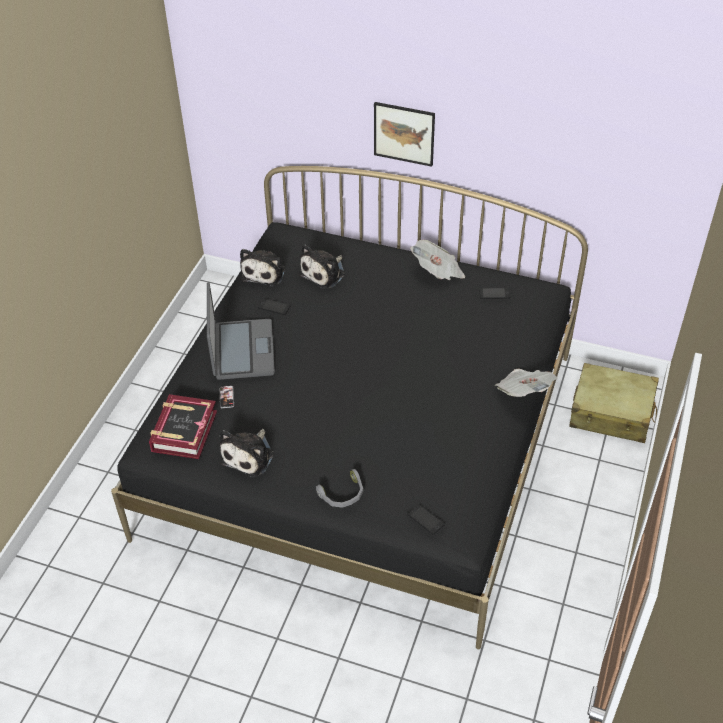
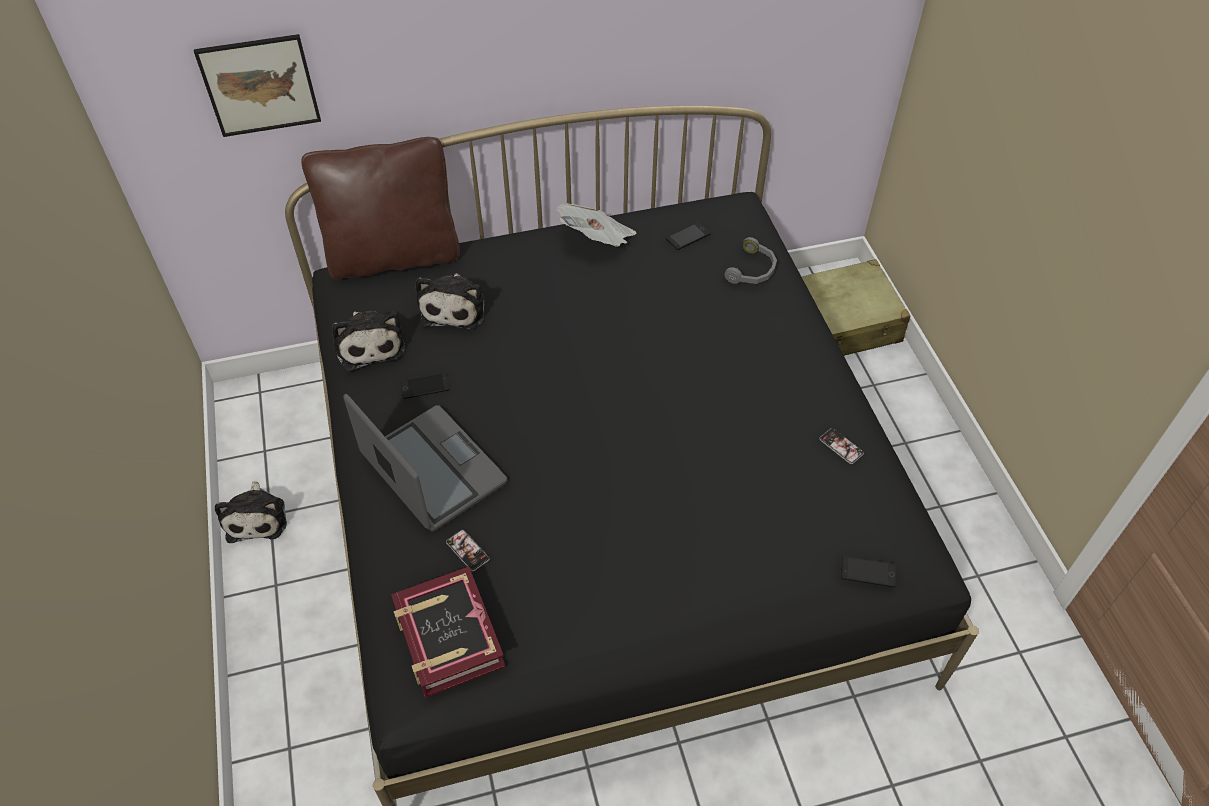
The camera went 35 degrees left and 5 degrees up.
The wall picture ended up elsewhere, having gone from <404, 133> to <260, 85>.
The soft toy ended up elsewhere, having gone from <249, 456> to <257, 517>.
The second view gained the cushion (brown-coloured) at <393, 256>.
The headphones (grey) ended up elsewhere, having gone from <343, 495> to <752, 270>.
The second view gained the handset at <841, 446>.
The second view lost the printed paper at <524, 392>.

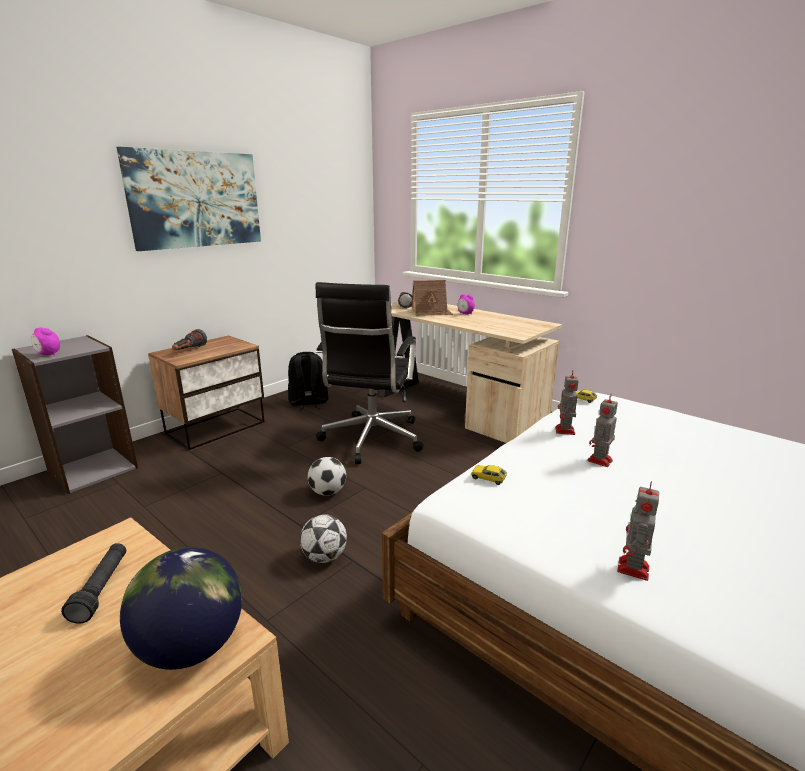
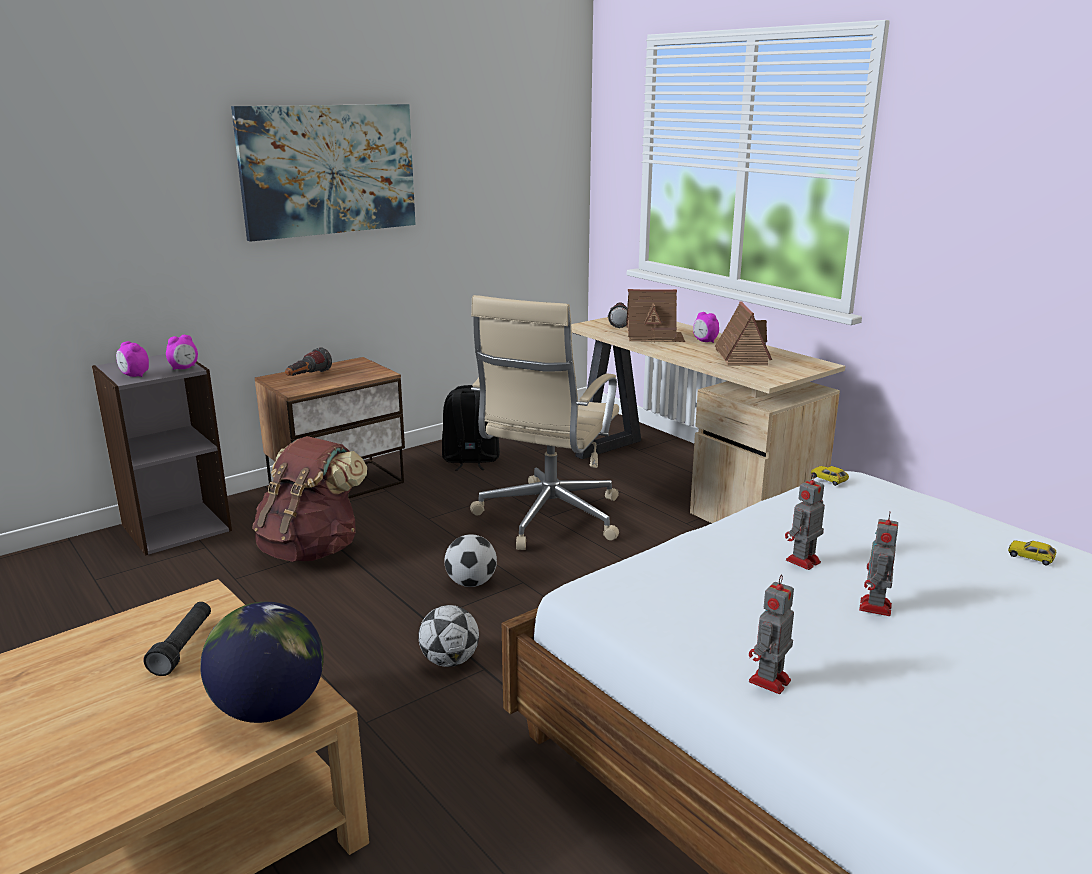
The camera went 10 degrees right and 0 degrees up.
The second view gained the alarm clock at <184, 368>.
The second view gained the backpack (brown-coloured) at <312, 549>.
What was the desk chair (black) at <371, 440> turned into the desk chair (beige) at <547, 519>.
The second view gained the miniature house at <741, 357>.
The robot figure ended up elsewhere, having gone from <565, 431> to <875, 608>.
The model car ended up elsewhere, having gone from <488, 478> to <1030, 557>.

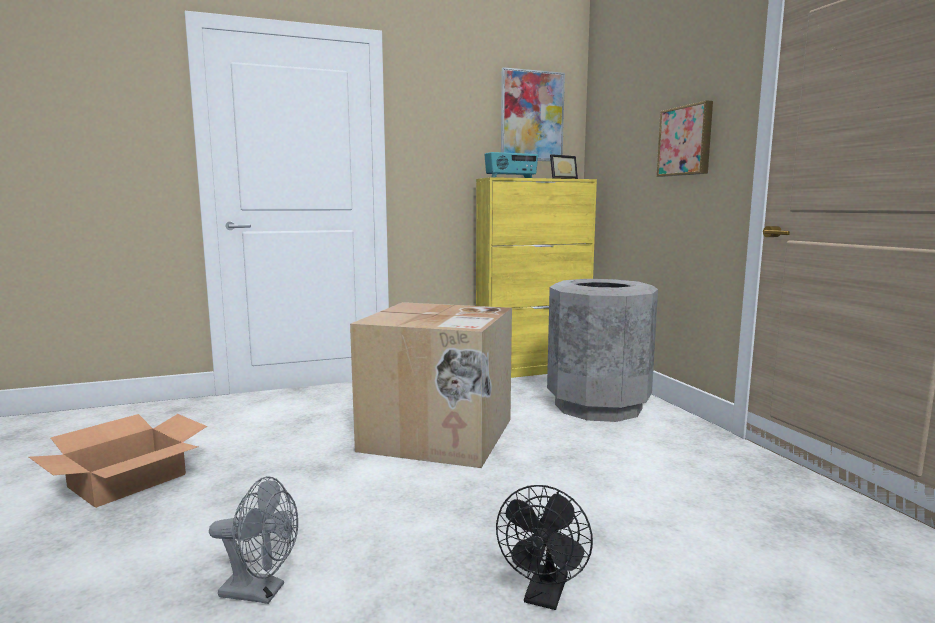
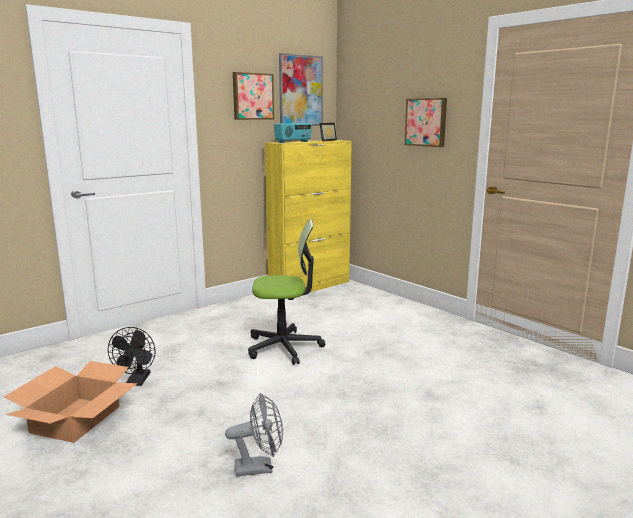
The camera went 20 degrees left and 5 degrees up.
The electric fan (black) ended up elsewhere, having gone from <545, 596> to <137, 382>.
The second view gained the wall picture at <252, 96>.
Where the packing box stood at <439, 435>, the desk chair came to stand at <284, 347>.
The second view lost the waste bin (grey) at <597, 406>.

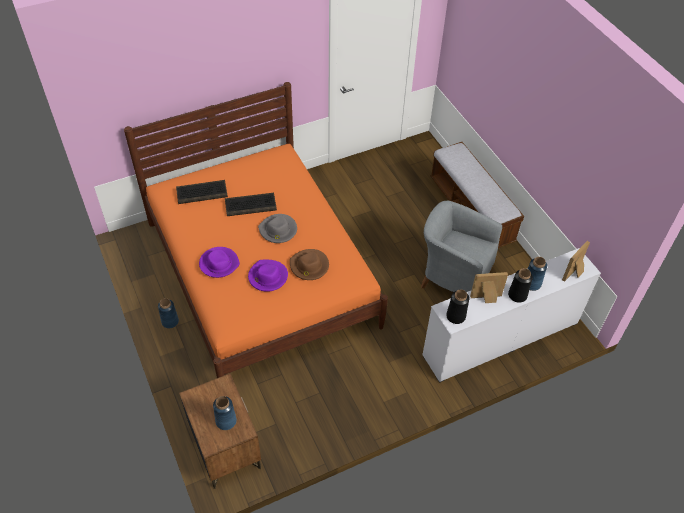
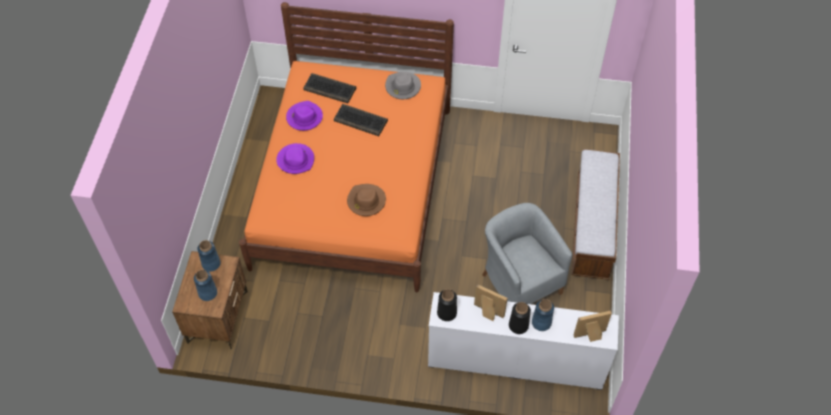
The camera went 35 degrees right and 5 degrees up.
The decorative vase (blue-coloured) ended up elsewhere, having gone from <170, 321> to <211, 264>.
The clothing hat (purplish) ended up elsewhere, having gone from <267, 277> to <304, 117>.
The clothing hat (grey) ended up elsewhere, having gone from <278, 230> to <402, 87>.

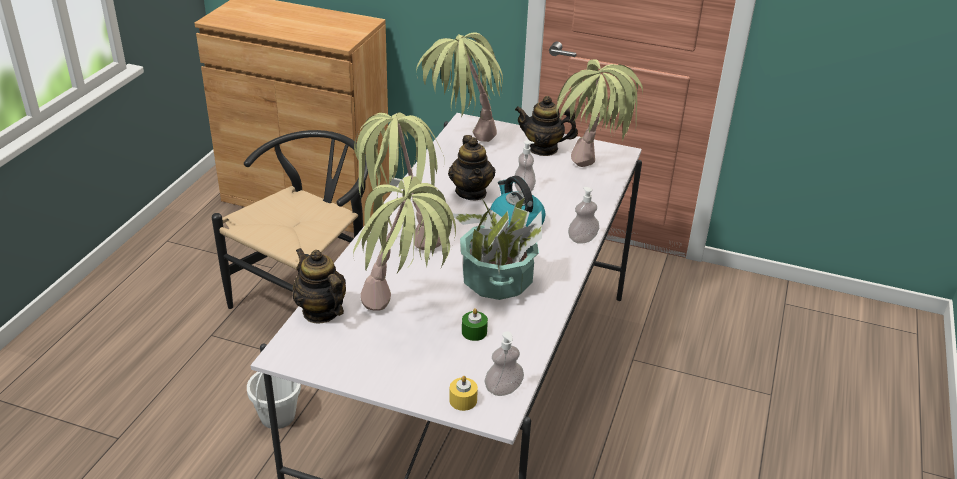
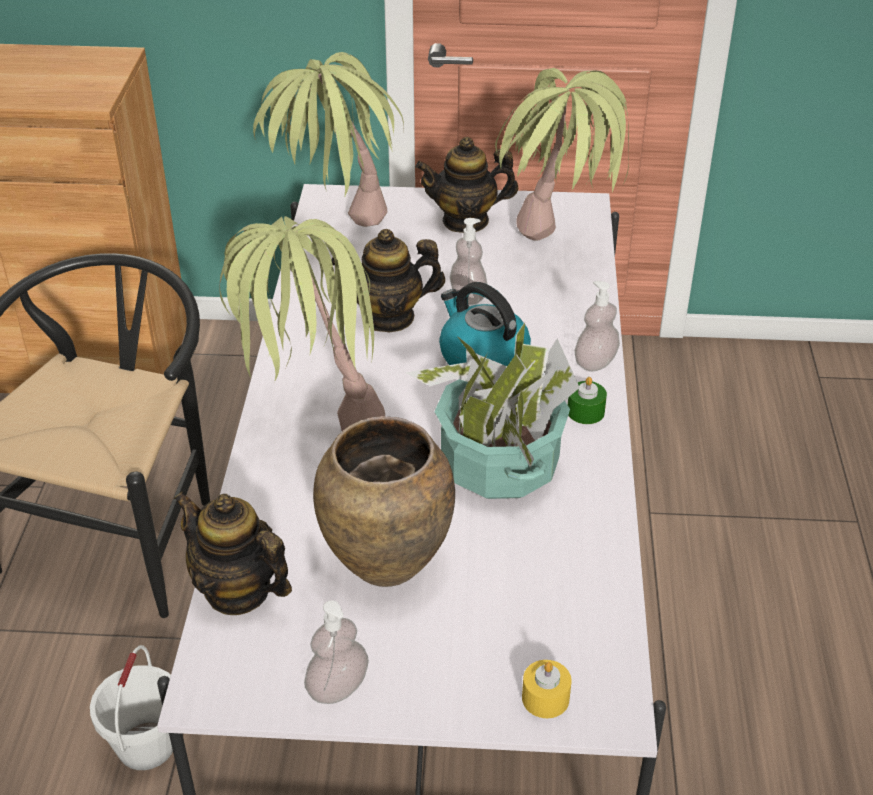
The camera went 15 degrees left and 5 degrees up.
The soap dispenser ended up elsewhere, having gone from <503, 389> to <338, 687>.
Where the houseplant stood at <407, 316>, the decorative vase (brown-coloured) came to stand at <385, 563>.
The tea pot at <471, 192> ended up facing another way, 105 degrees clockwise from before.
The wax candle (green) ended up elsewhere, having gone from <474, 332> to <585, 411>.

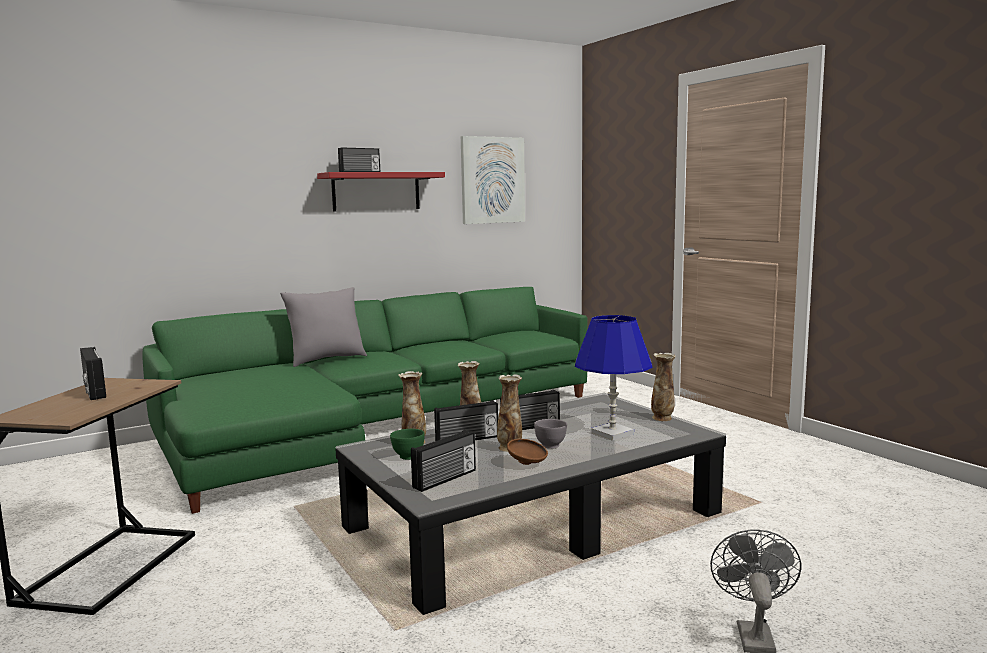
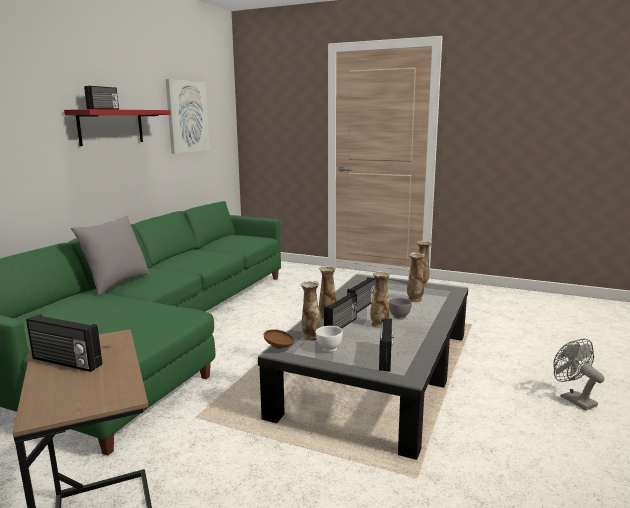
The camera went 35 degrees left and 5 degrees up.
The deep dish (brown-coloured) ended up elsewhere, having gone from <528, 463> to <280, 347>.
What was the deep dish (green) at <408, 456> turned into the deep dish (white-coloured) at <329, 348>.
Where the lamp for a table (blue-coloured) stood at <612, 433>, the decorative vase came to stand at <414, 300>.

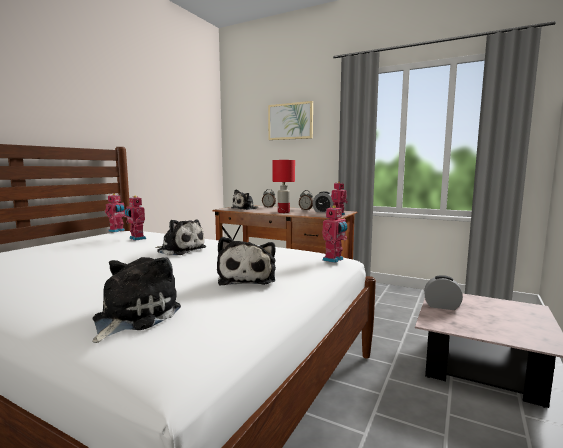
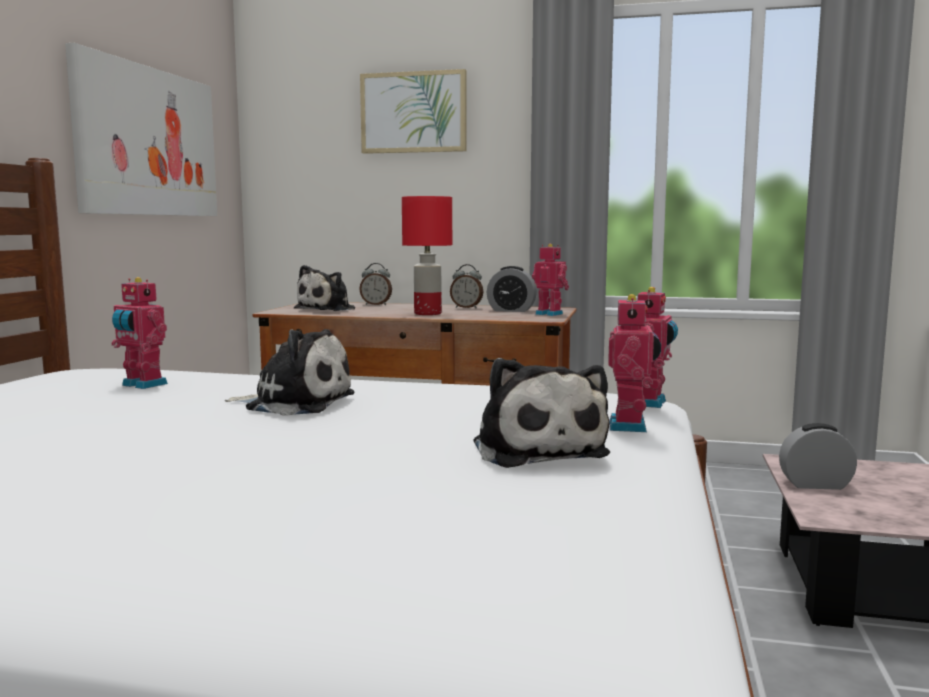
The camera went 15 degrees left and 0 degrees up.
The second view gained the wall picture at <148, 142>.
The robot figure ended up elsewhere, having gone from <117, 231> to <631, 426>.
The second view lost the soft toy at <133, 316>.

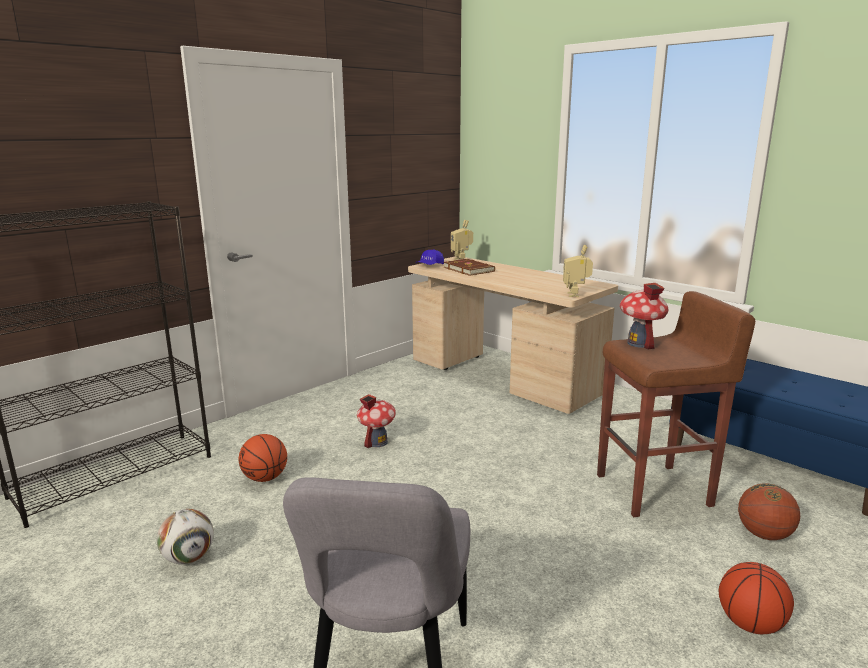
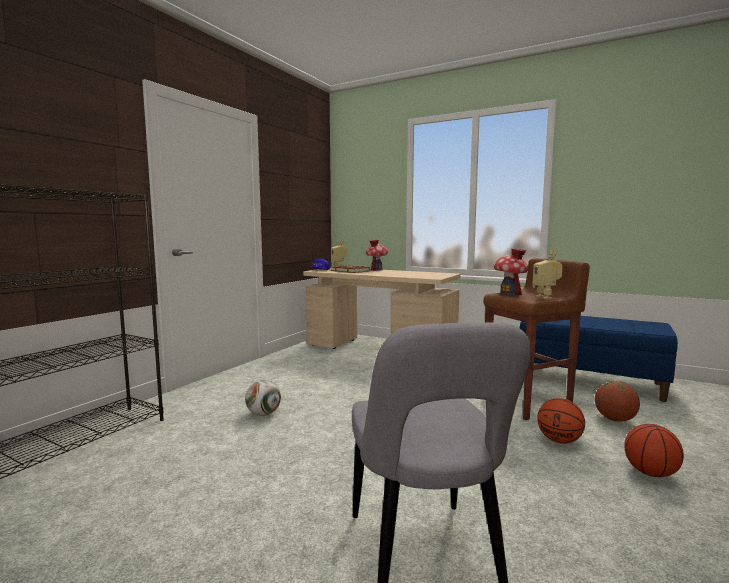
The camera went 15 degrees left and 10 degrees down.
The football ended up elsewhere, having gone from <189, 558> to <263, 414>.
The miniature house ended up elsewhere, having gone from <377, 442> to <376, 269>.
The robot figure ended up elsewhere, having gone from <576, 295> to <546, 297>.
The basketball ball ended up elsewhere, having gone from <265, 478> to <559, 440>.

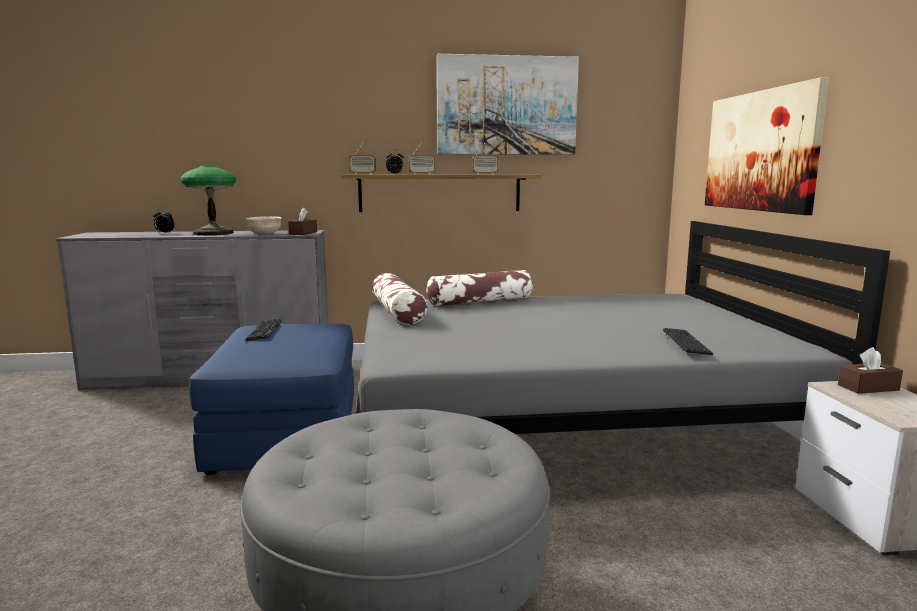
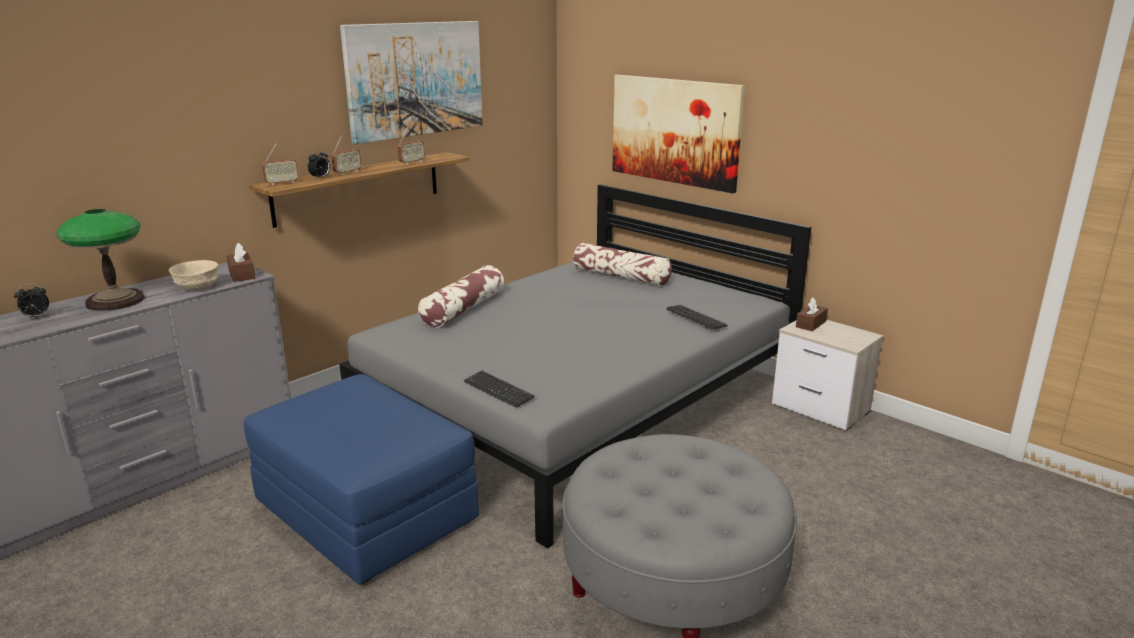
The camera went 40 degrees left and 10 degrees up.
The keyboard ended up elsewhere, having gone from <264, 331> to <498, 390>.
The cushion ended up elsewhere, having gone from <397, 312> to <621, 277>.

